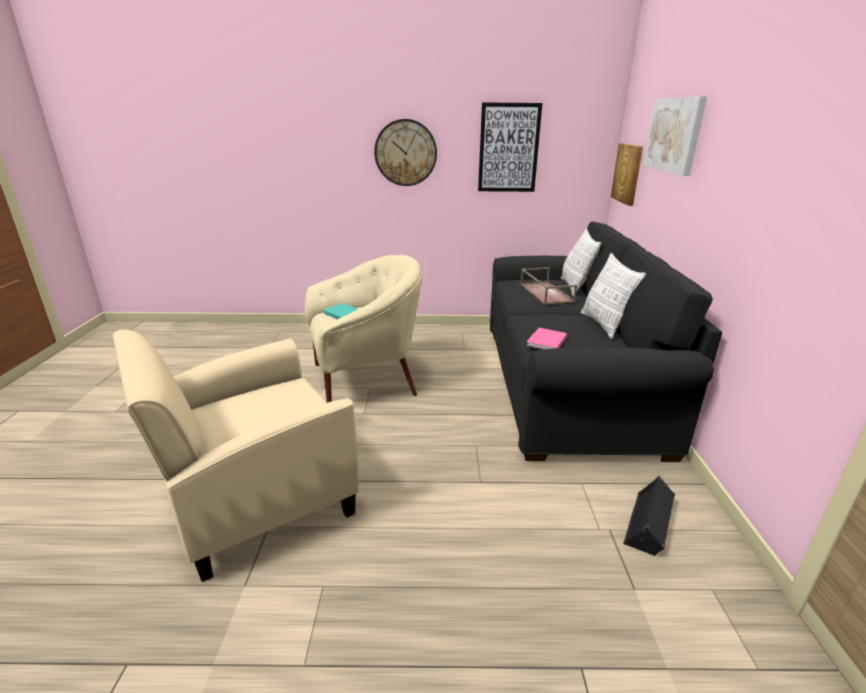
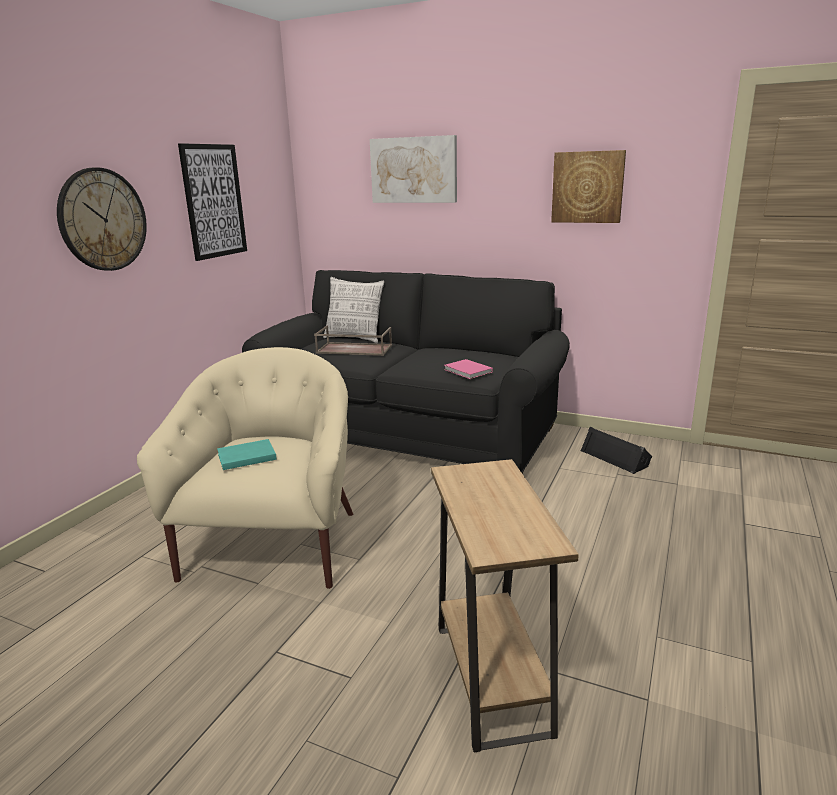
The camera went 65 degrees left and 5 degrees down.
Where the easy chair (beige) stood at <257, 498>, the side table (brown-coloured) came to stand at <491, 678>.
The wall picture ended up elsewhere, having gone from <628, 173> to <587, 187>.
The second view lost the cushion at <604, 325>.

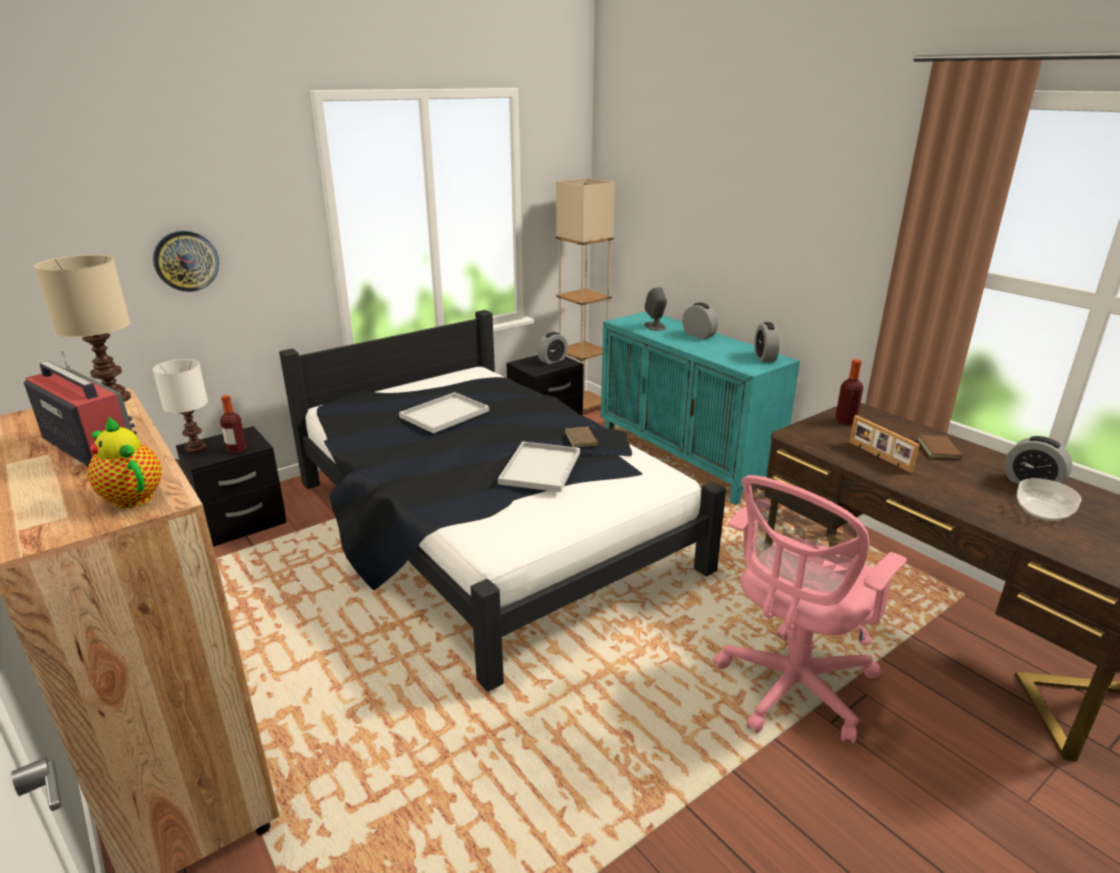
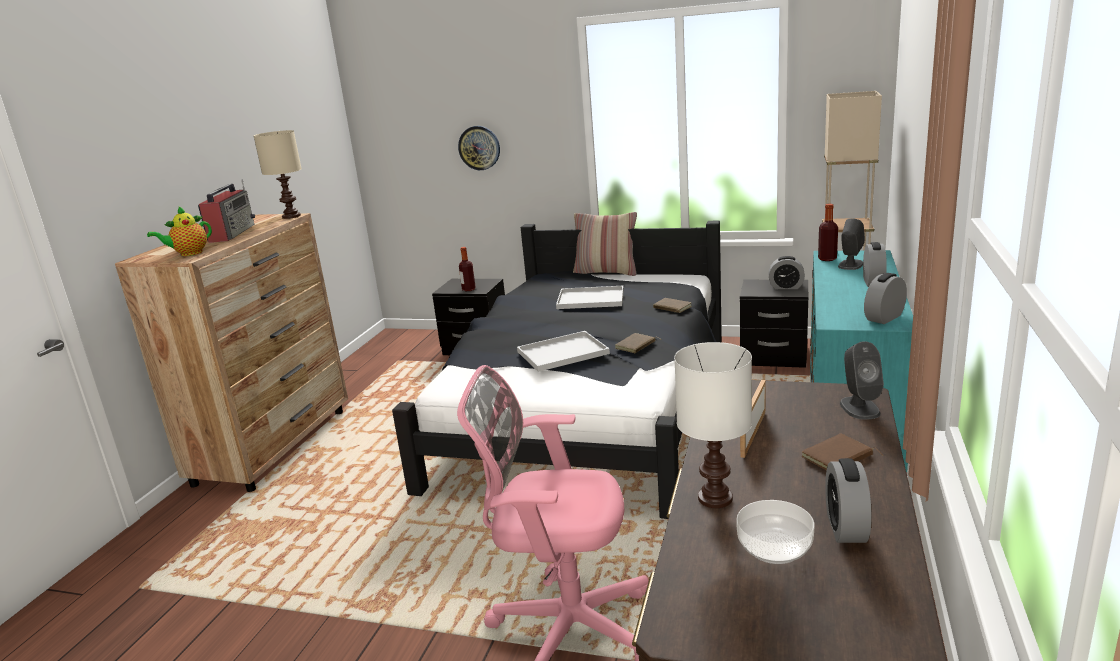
The camera went 55 degrees right and 5 degrees down.
The tea pot at <131, 496> ended up facing another way, 135 degrees counterclockwise from before.
The second view gained the cushion at <606, 272>.
The second view gained the book (brown-coloured) at <671, 308>.
The lamp for a table (white-coloured) ended up elsewhere, having gone from <197, 448> to <716, 498>.
The bottle ended up elsewhere, having gone from <845, 421> to <827, 259>.
The second view gained the loudspeaker (grey) at <859, 408>.

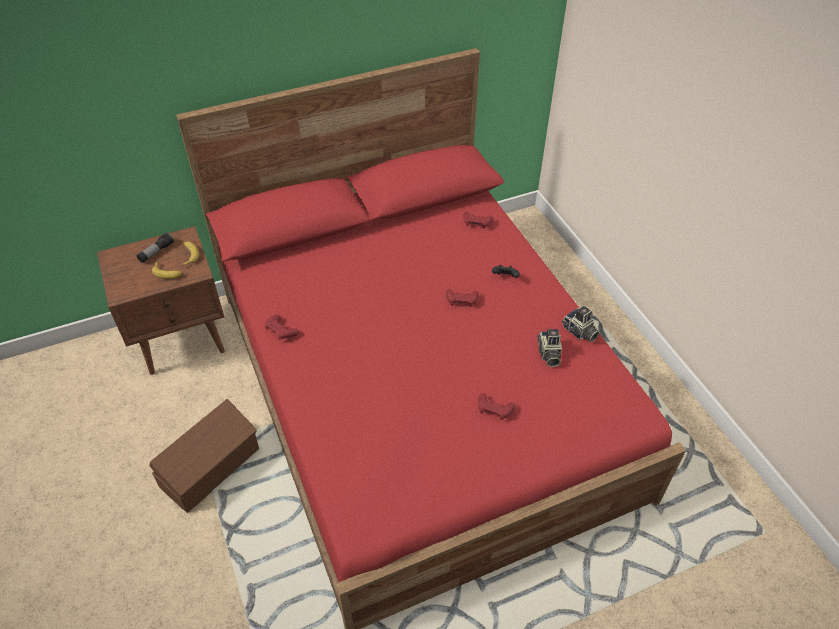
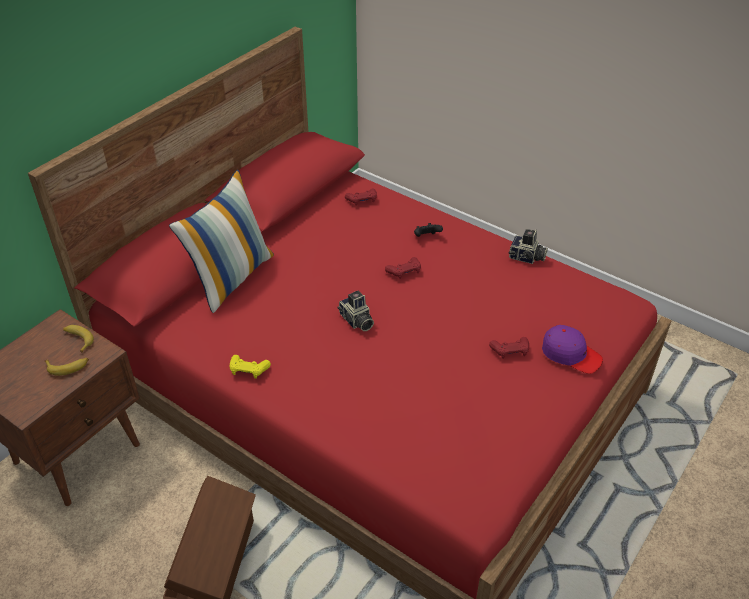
The camera went 30 degrees left and 5 degrees down.
The second view gained the cushion at <231, 277>.
What was the game controller (red) at <281, 331> turned into the game controller (yellow-coloured) at <248, 370>.
The photo camera ended up elsewhere, having gone from <548, 354> to <356, 321>.
The second view gained the baseball cap (purplish) at <570, 354>.
The second view lost the torch at <156, 252>.

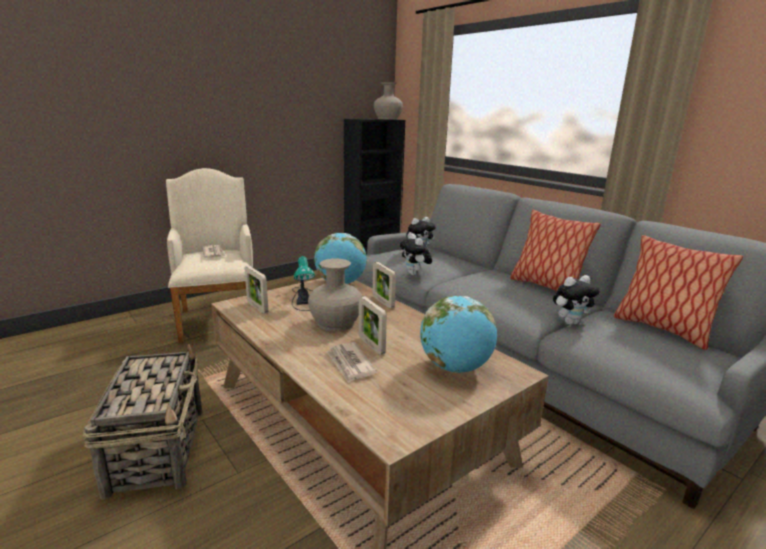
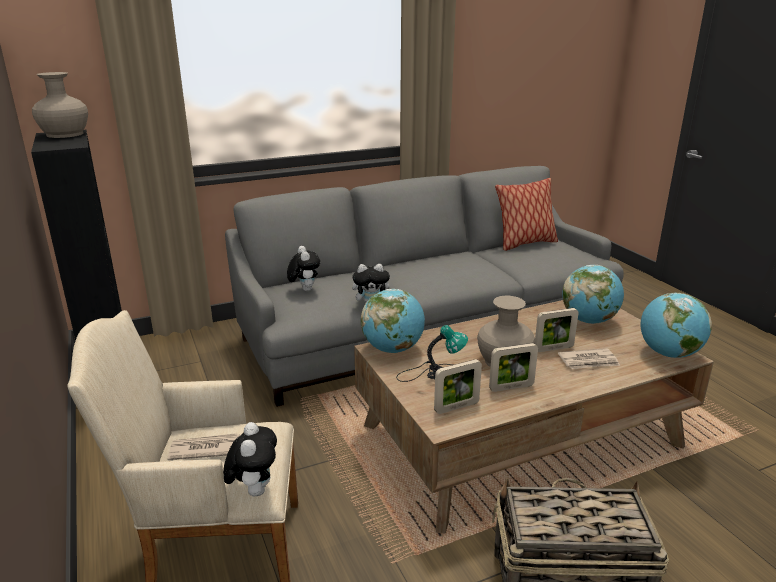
The camera went 75 degrees left and 5 degrees up.
The soft toy ended up elsewhere, having gone from <570, 322> to <254, 490>.
The picture frame ended up elsewhere, having gone from <383, 302> to <511, 387>.
The second view gained the world globe at <668, 354>.
The second view lost the cushion at <545, 287>.

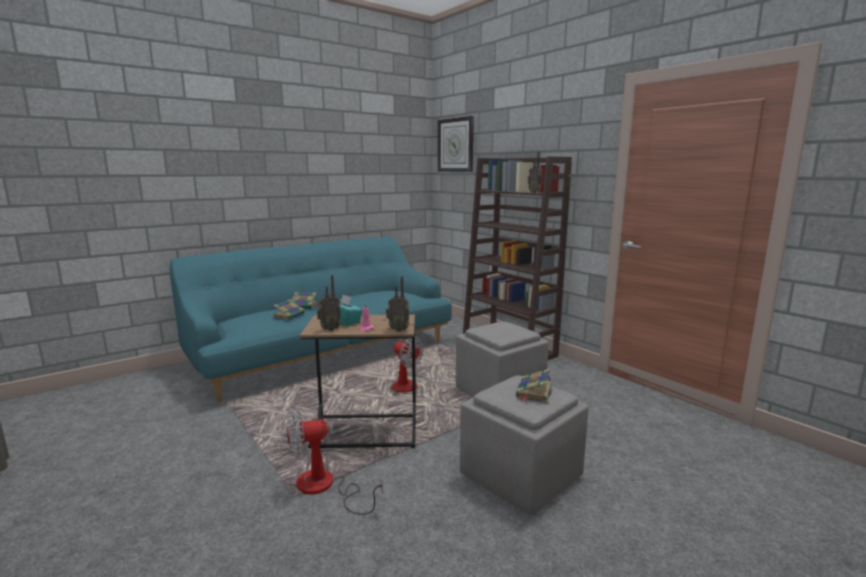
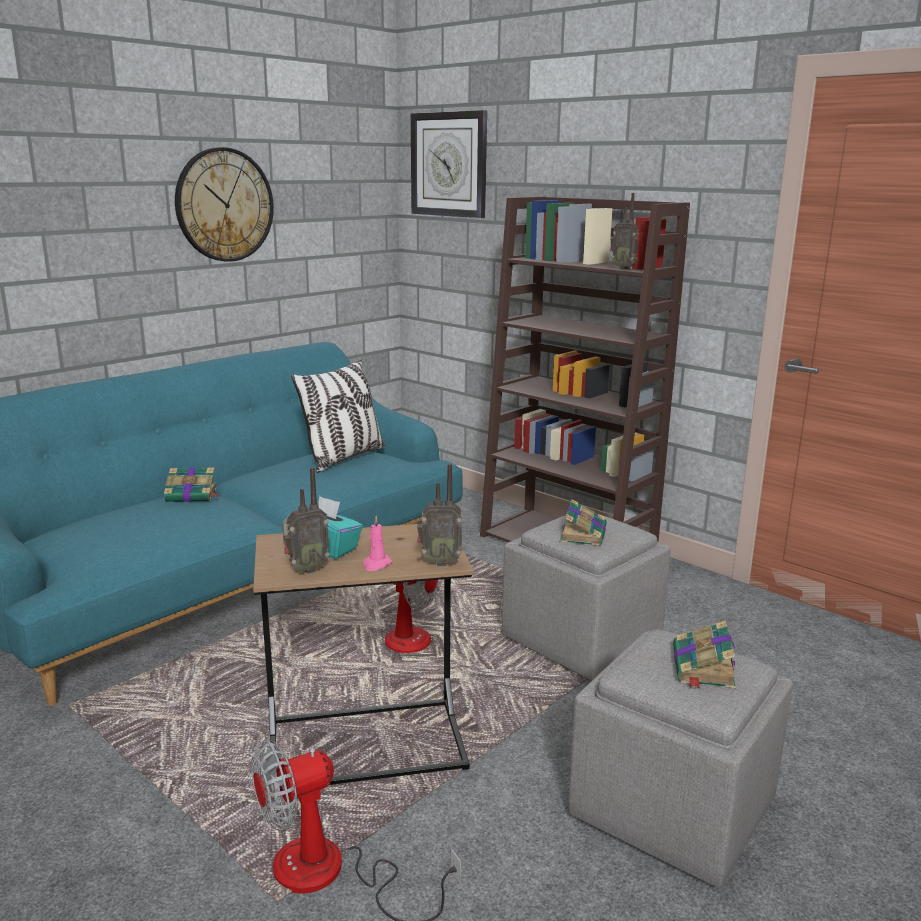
The camera went 10 degrees left and 5 degrees up.
The second view gained the wall clock at <224, 205>.
The second view gained the cushion at <343, 458>.
The book ended up elsewhere, having gone from <289, 315> to <583, 533>.

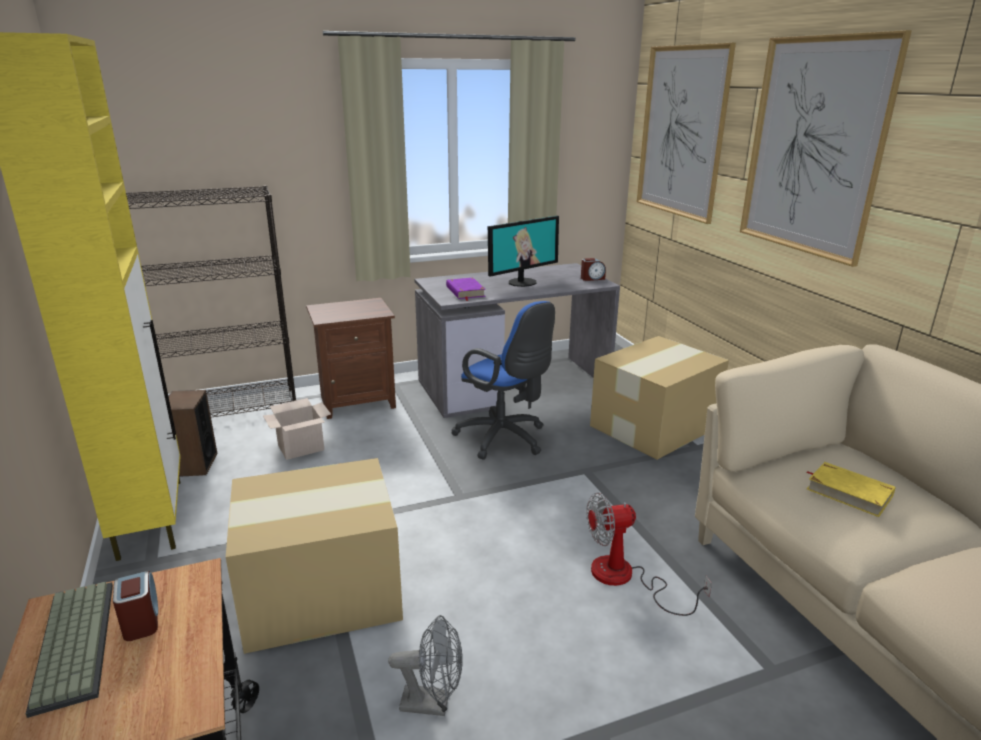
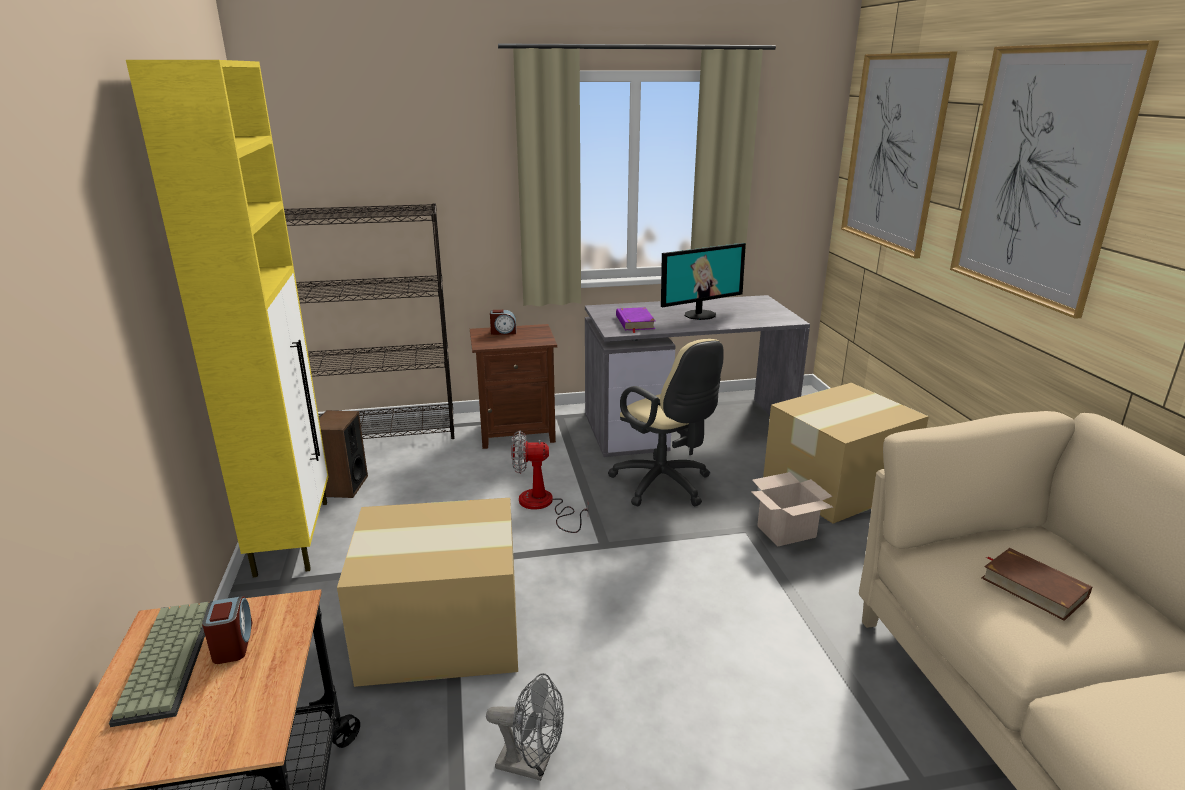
The camera went 10 degrees right and 0 degrees up.
The alarm clock ended up elsewhere, having gone from <592, 278> to <503, 332>.
The electric fan ended up elsewhere, having gone from <625, 578> to <543, 505>.
What was the desk chair (blue-coloured) at <505, 439> turned into the desk chair (beige) at <665, 486>.
The packing box ended up elsewhere, having gone from <302, 447> to <787, 531>.
What was the book (yellow-coloured) at <848, 492> turned into the book (brown-coloured) at <1033, 587>.

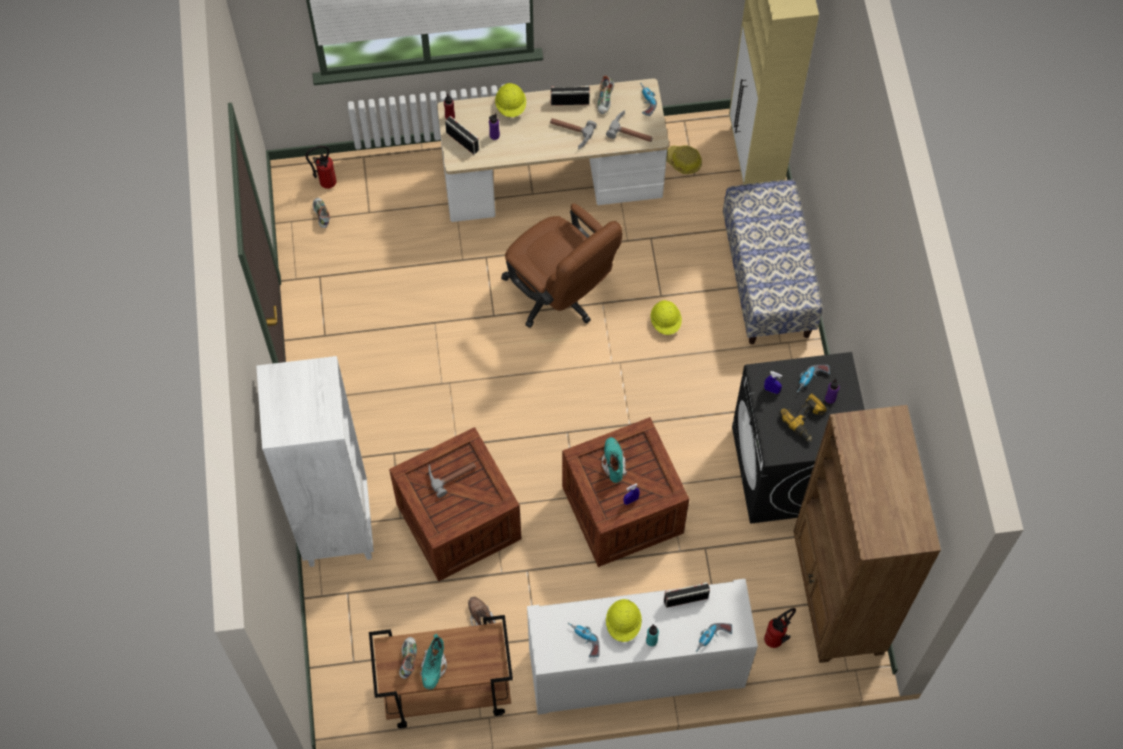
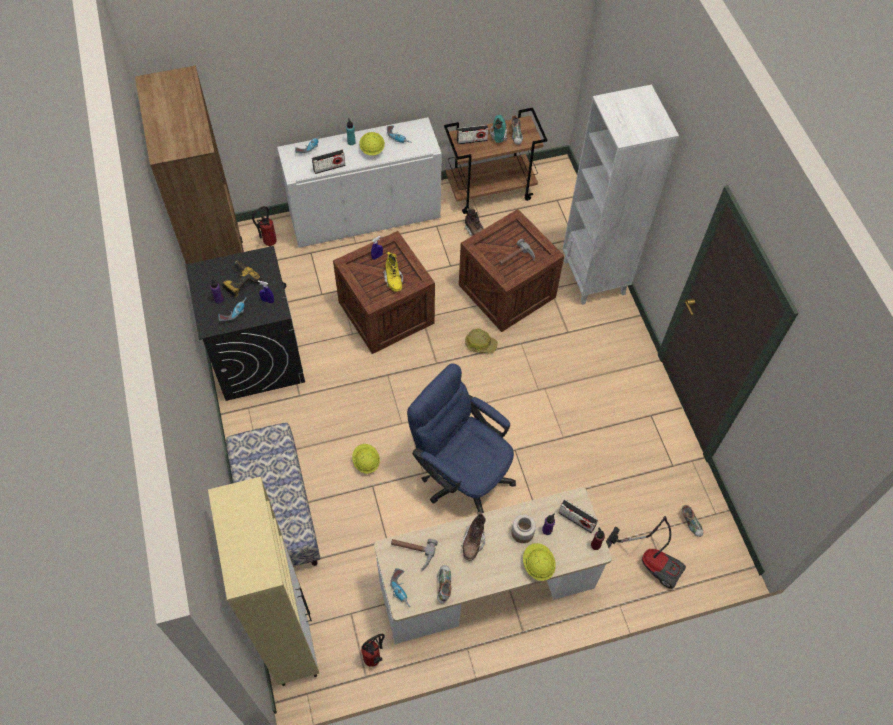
The camera went 170 degrees right and 5 degrees down.
The fire-fighting cylinder ended up elsewhere, having gone from <325, 183> to <375, 658>.
What was the high-top boot (turquoise) at <613, 463> turned into the high-top boot (yellow-coloured) at <393, 280>.
What was the desk chair (brown-coloured) at <559, 296> turned into the desk chair (blue-coloured) at <461, 474>.
The radio receiver ended up elsewhere, having gone from <570, 101> to <472, 140>.
Where the tool hammer stood at <570, 134>, the high-top boot (brown-coloured) came to stand at <473, 542>.
The work helmet ended up elsewhere, having gone from <683, 162> to <480, 344>.
The second view gained the preserve jar at <522, 532>.
The second view gained the vacuum cleaner at <651, 560>.

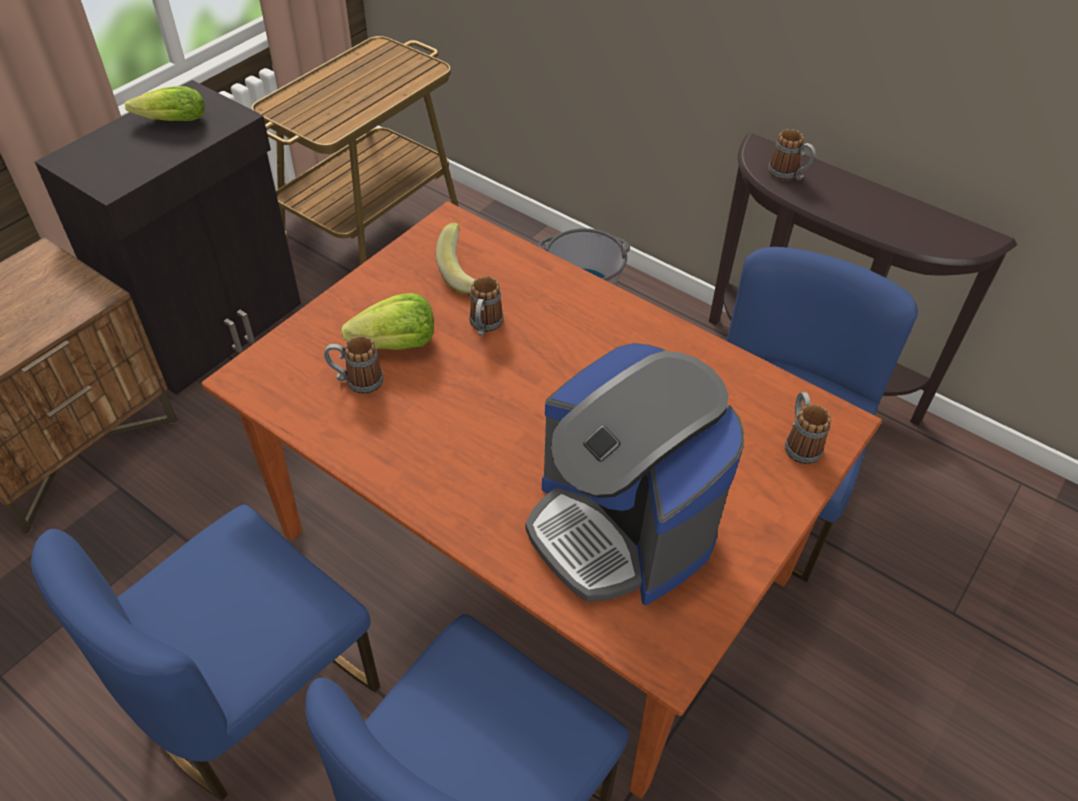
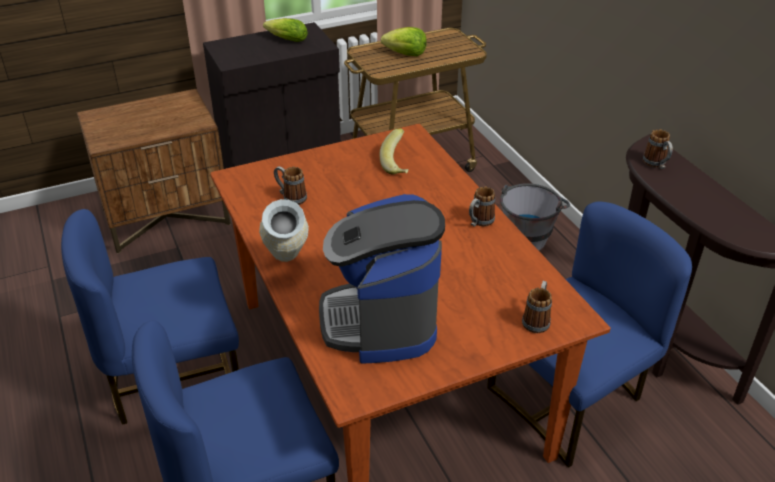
The camera went 30 degrees right and 10 degrees down.
The second view gained the decorative vase at <287, 268>.
The lettuce ended up elsewhere, having gone from <396, 344> to <405, 54>.
The tea mug ended up elsewhere, having gone from <484, 326> to <479, 222>.

